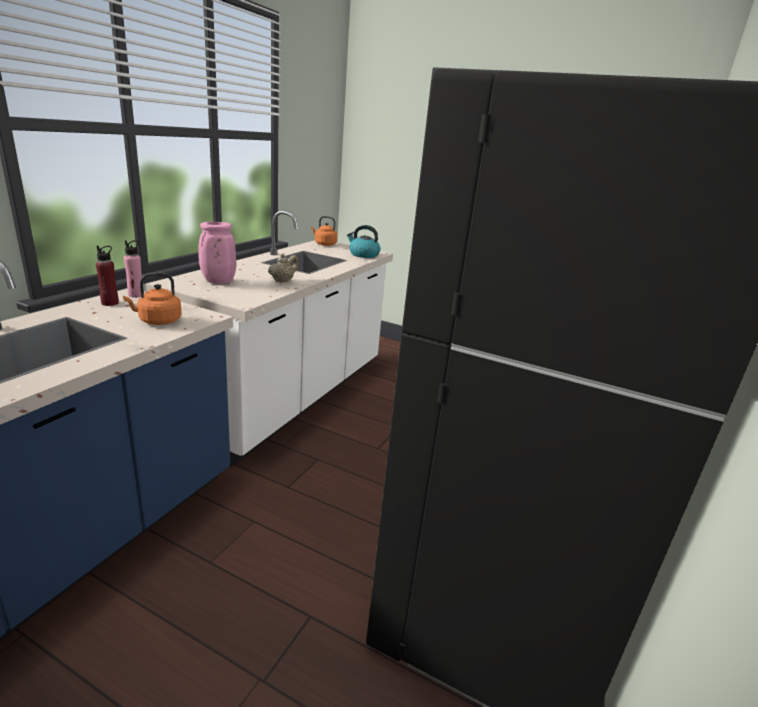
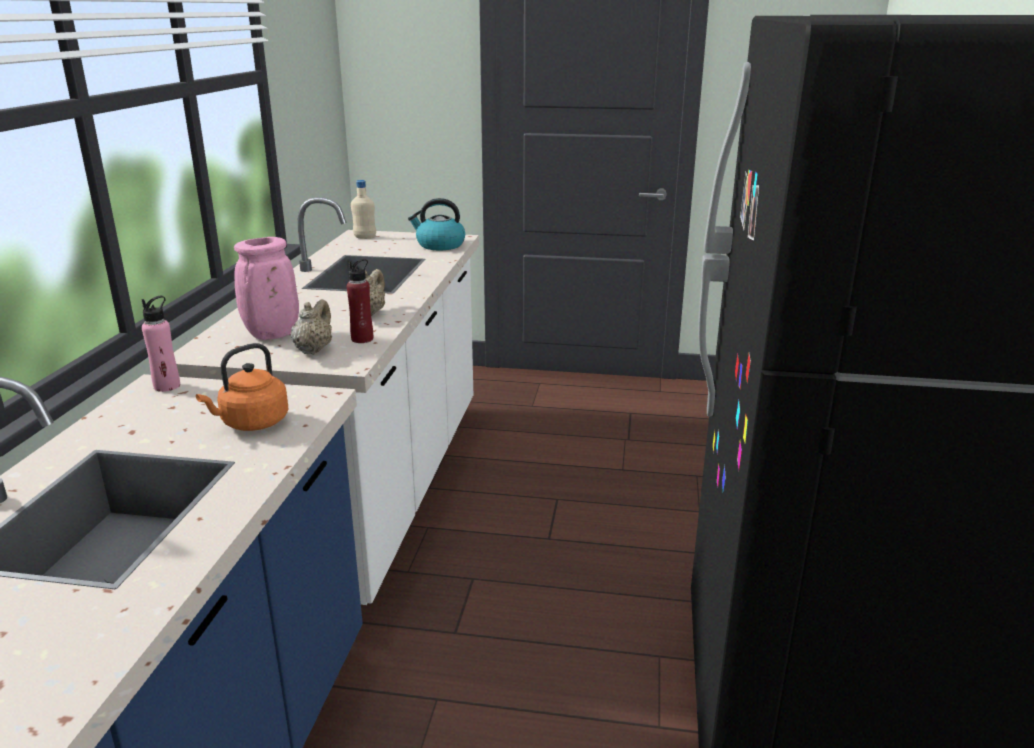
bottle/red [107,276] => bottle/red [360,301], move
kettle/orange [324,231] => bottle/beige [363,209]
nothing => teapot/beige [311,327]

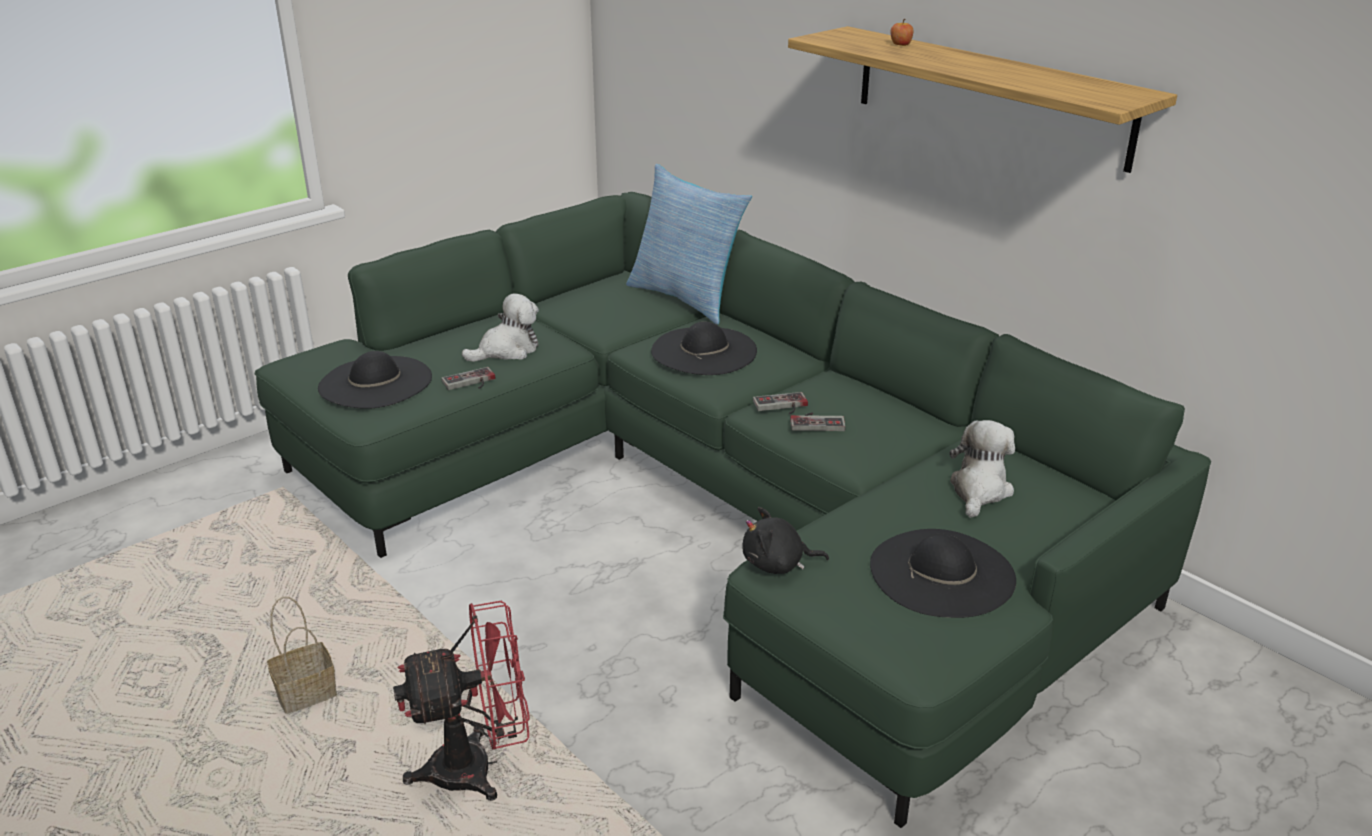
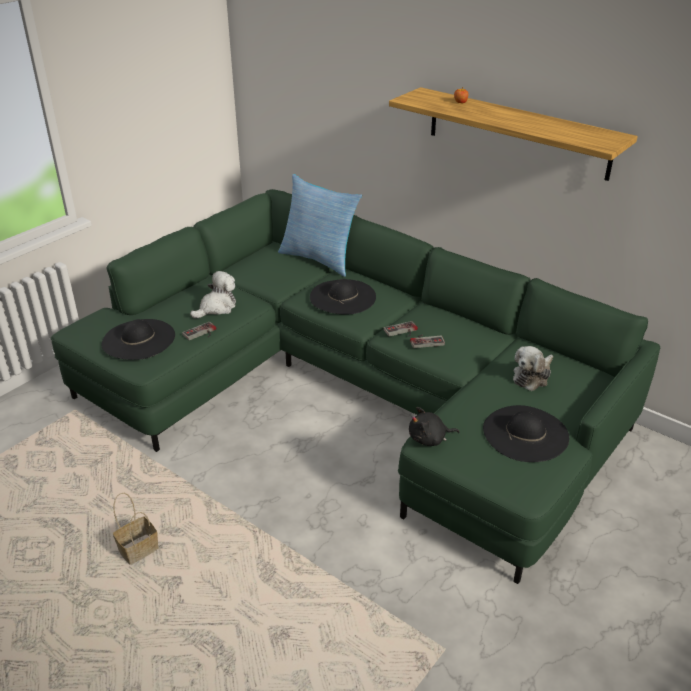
fan/red [461,701] => nothing
plush toy [982,469] => plush toy [533,368], 150 degrees counterclockwise

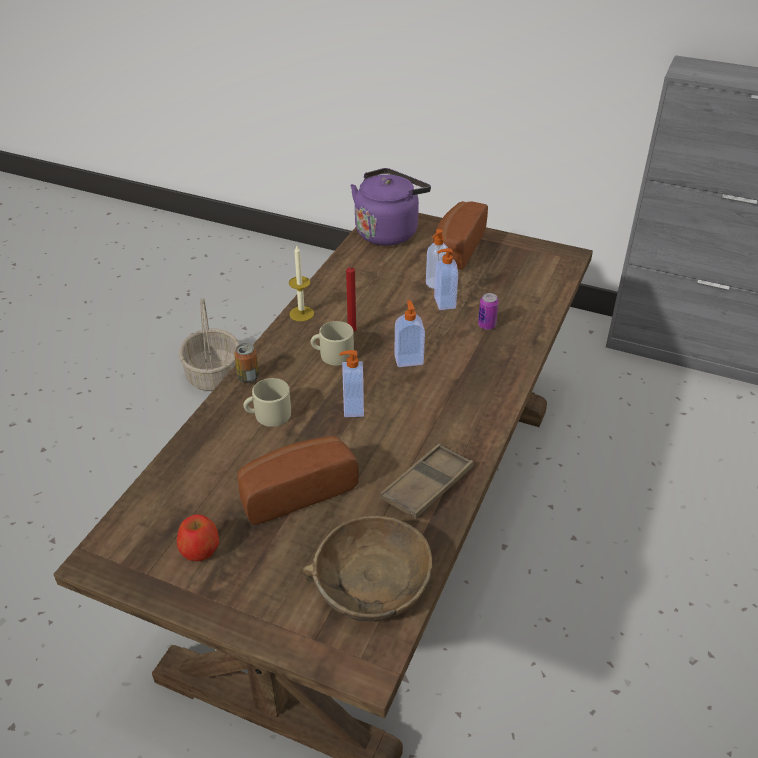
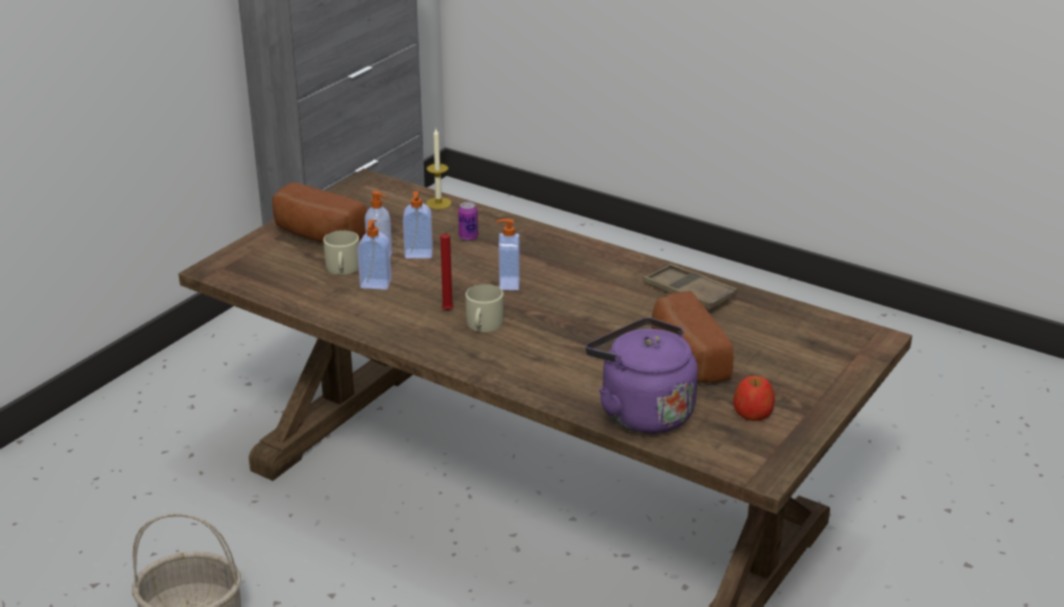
can [246,363] => nothing
mug/beige [267,402] => mug/beige [341,252], move
candle [301,283] => candle [438,169], move
bowl/brown [368,568] => nothing
soap dispenser [351,383] => soap dispenser [374,255], move
kettle/purple [391,207] => kettle/purple [642,376], move

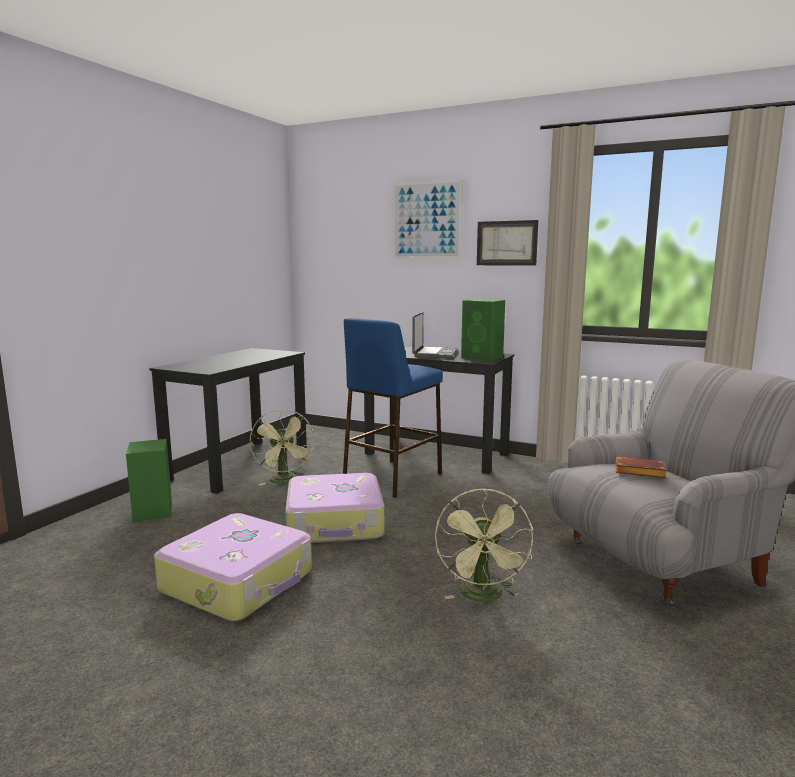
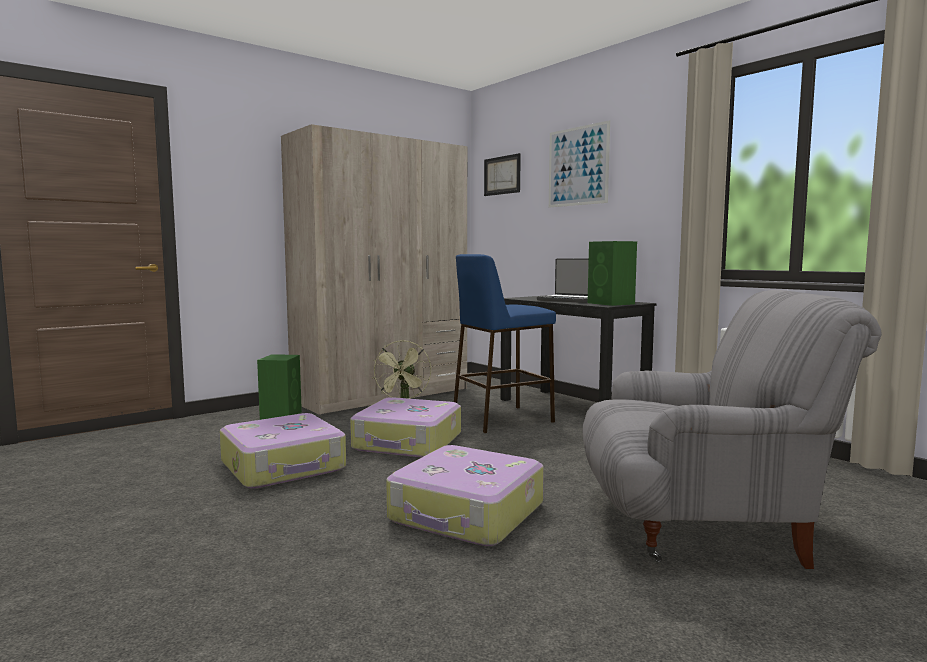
desk/black [228,421] => wardrobe/beige [374,269]
laptop [435,335] => laptop [563,280], 90 degrees clockwise
fan/green [484,545] => suitcase [465,495]
picture [507,243] => picture [502,174], move
book/brown [641,467] => nothing

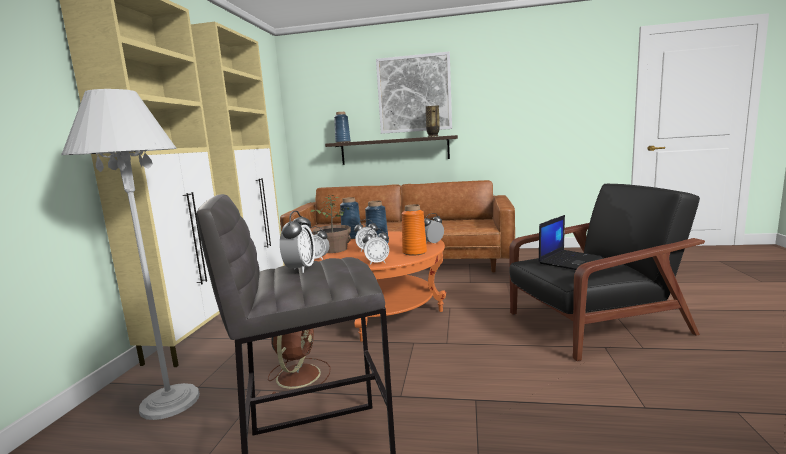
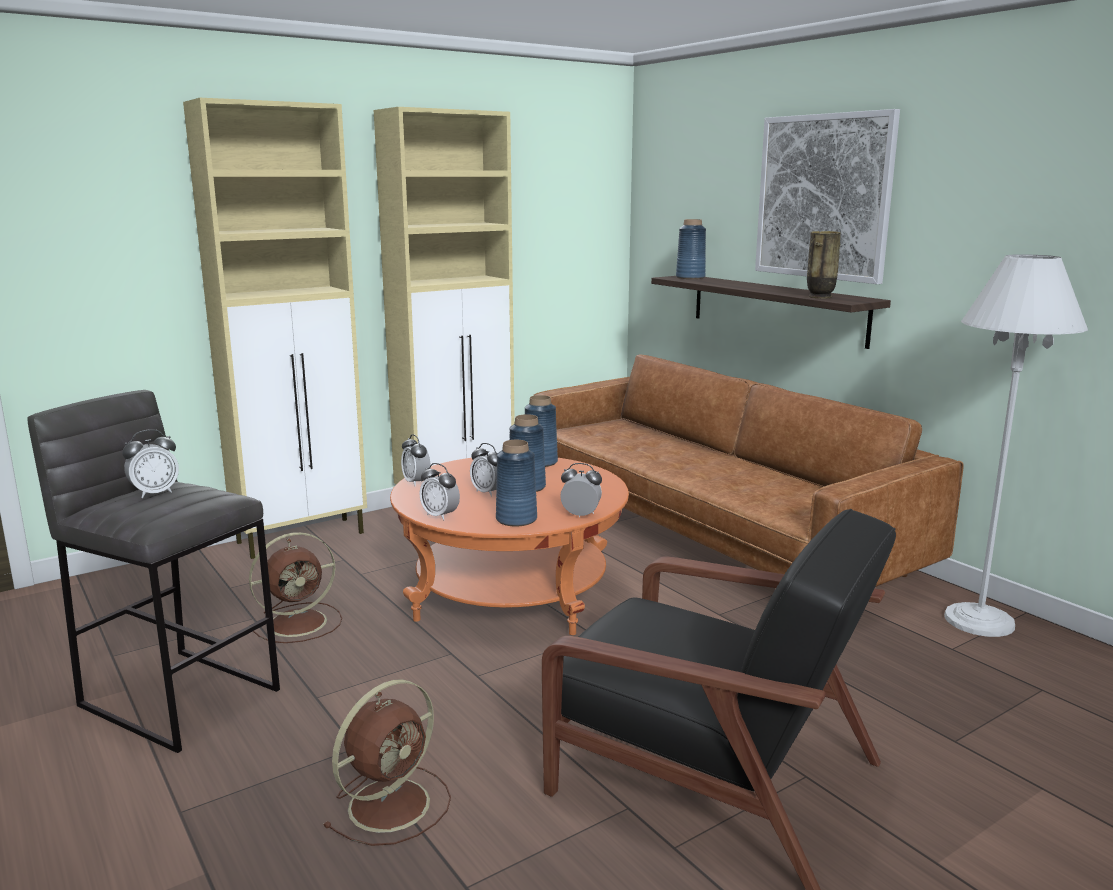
floor lamp/white [130,254] => floor lamp/white [1016,445], move
potted plant [331,224] => nothing
vase/orange [414,230] => vase/blue [516,483]
laptop [569,242] => nothing
nothing => fan/brown [387,762]

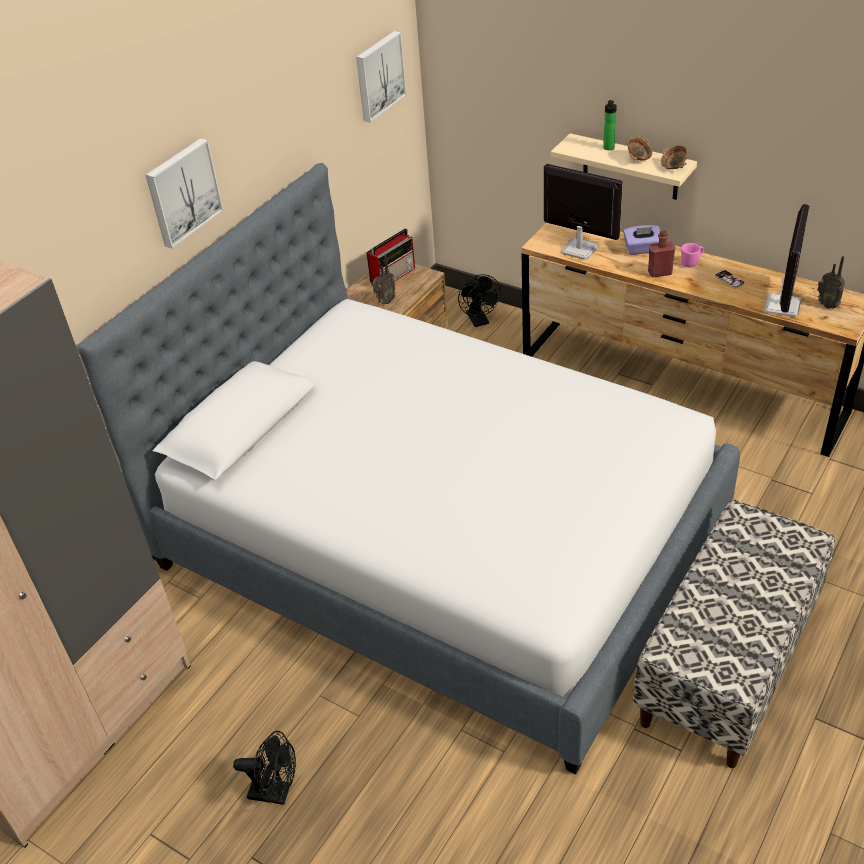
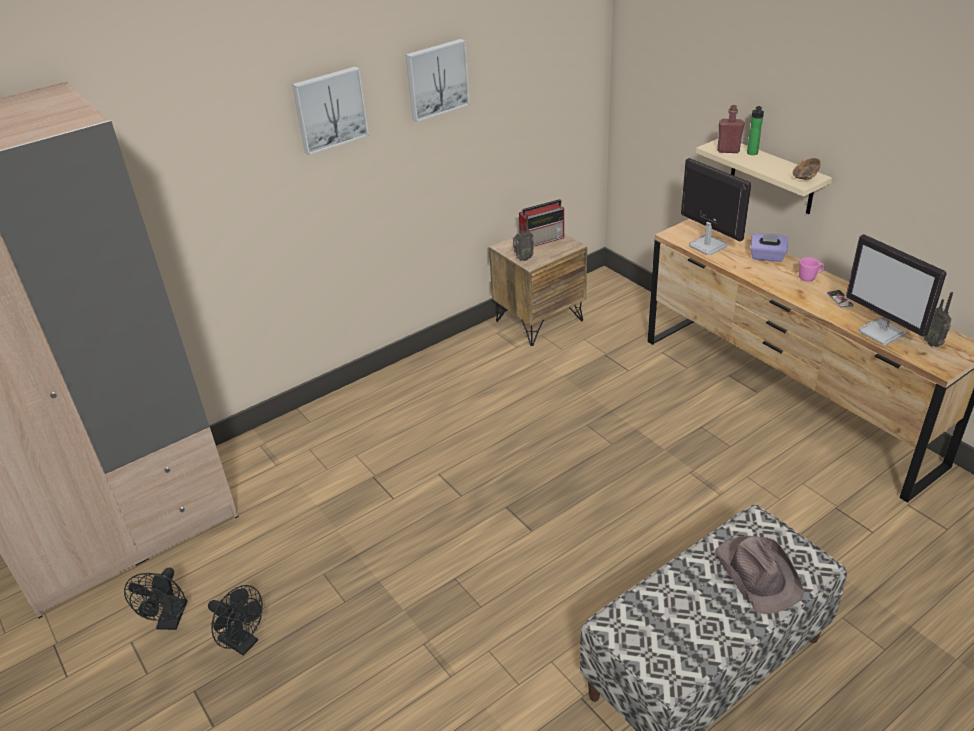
bed [409,468] => nothing
picture [381,76] => picture [437,80], move
fan/black [479,300] => fan/black [155,599], move
bowl [640,148] => nothing
bottle/red [662,253] => bottle/red [731,129], move
monitor [786,260] => monitor [896,289], 105 degrees clockwise
nothing => hat/brown [759,575]

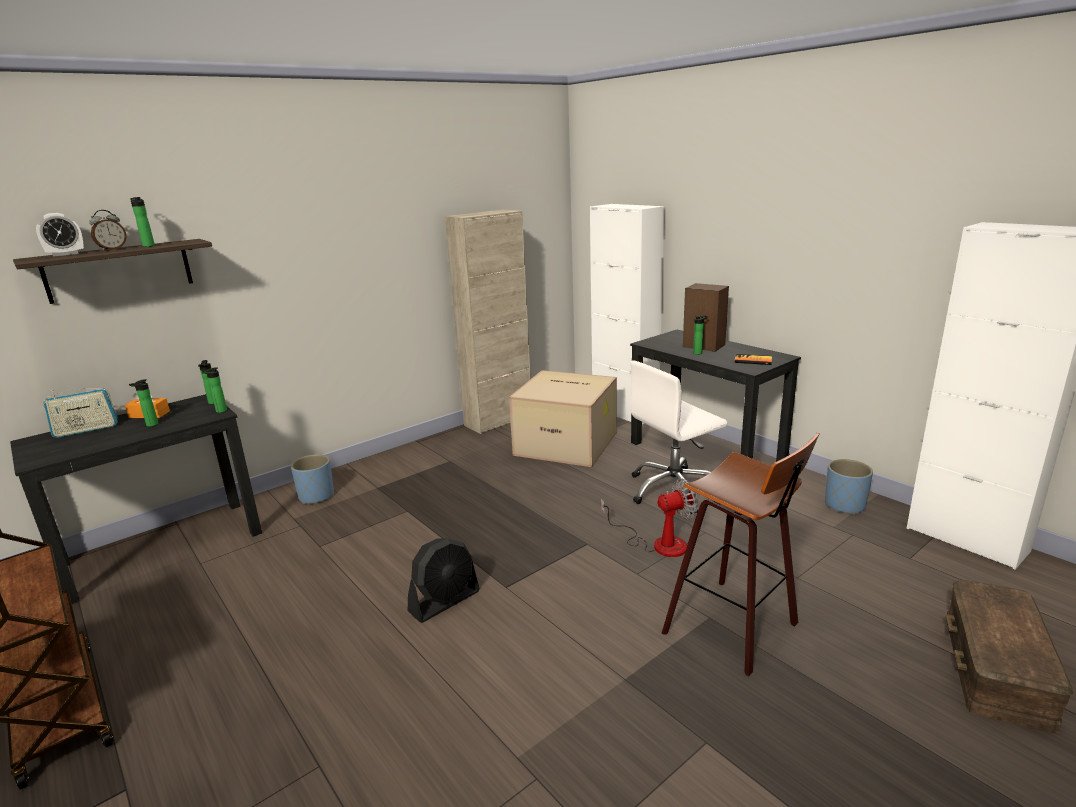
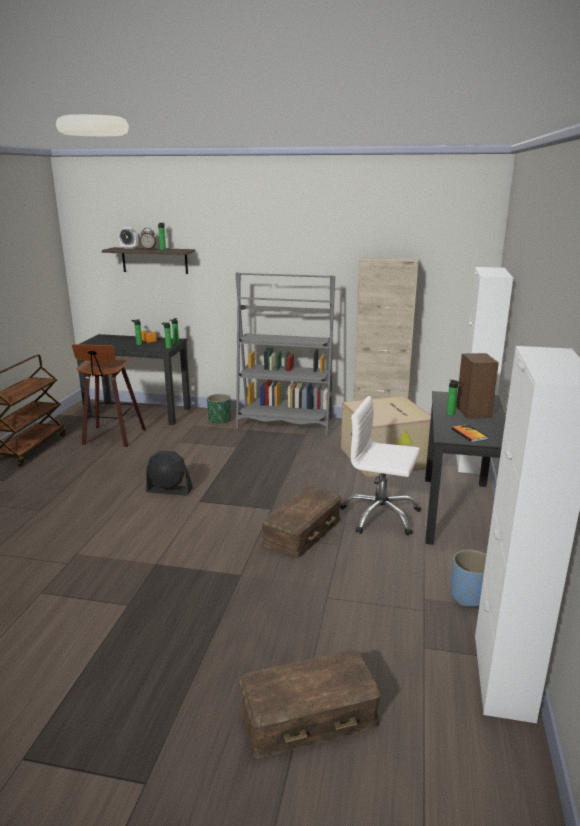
radio [81,413] => nothing
planter/blue [312,479] => planter/green [219,409]
fan [649,517] => storage box/brown [301,522]
stool [741,554] => stool [109,395], move
nothing => bookcase/grey [285,354]

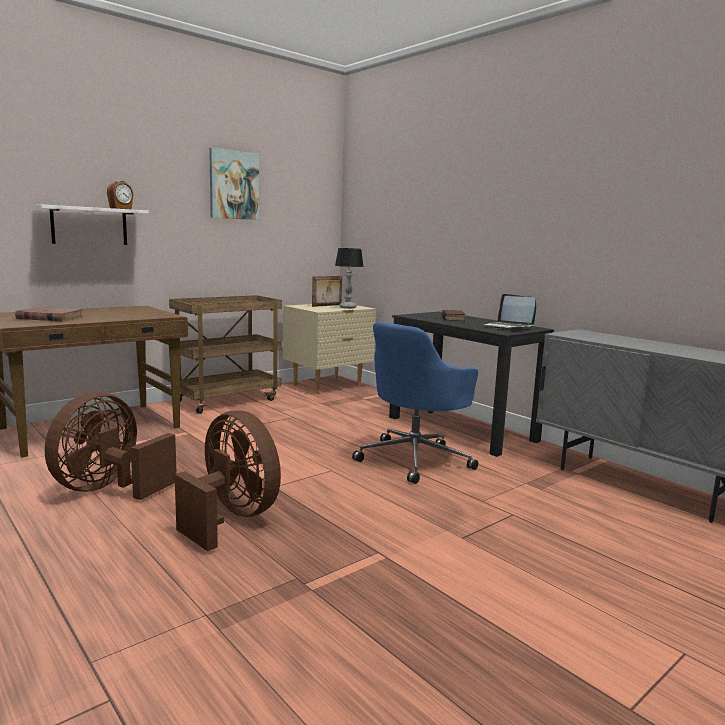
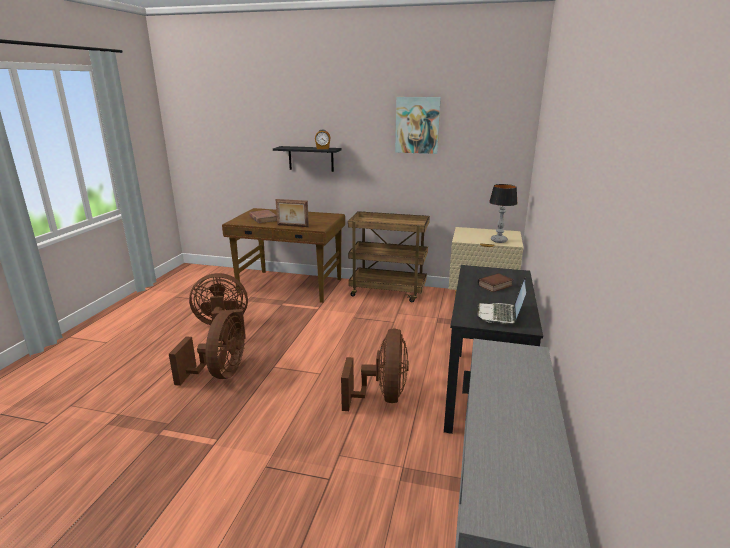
shelf/white [91,225] => shelf/black [307,159]
picture frame [327,291] => picture frame [292,213], move
office chair/blue [415,403] => fan/brown [375,370]

